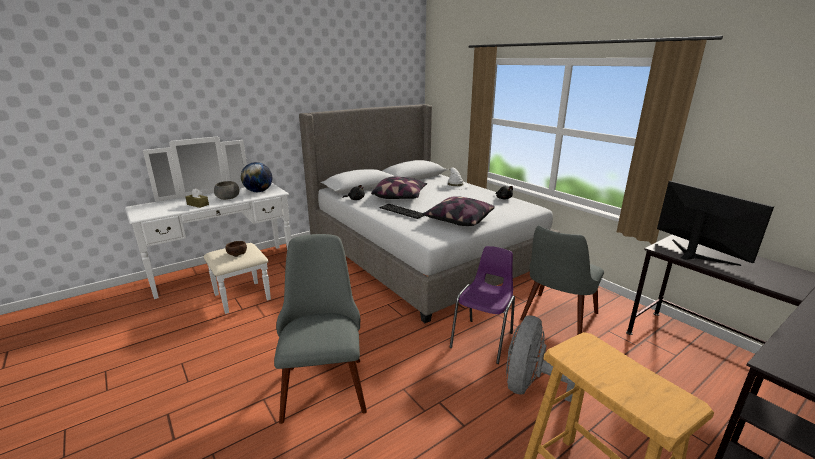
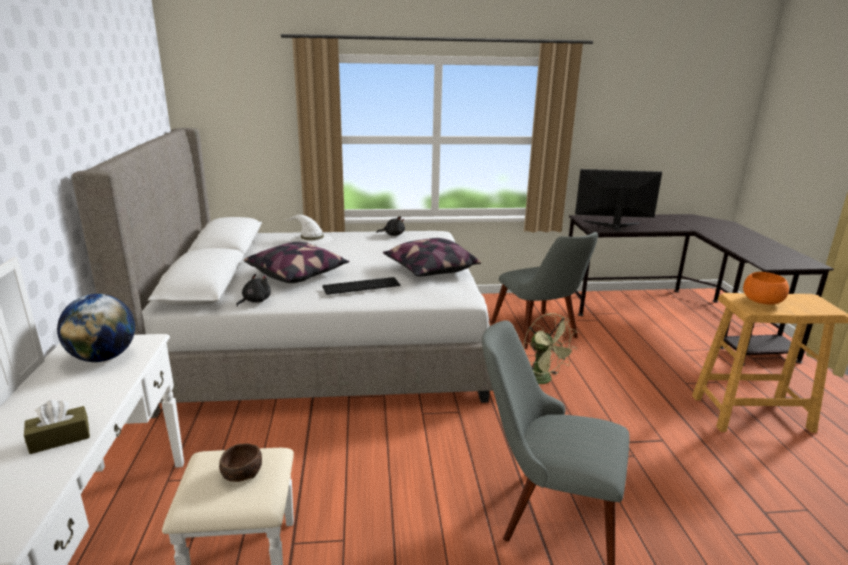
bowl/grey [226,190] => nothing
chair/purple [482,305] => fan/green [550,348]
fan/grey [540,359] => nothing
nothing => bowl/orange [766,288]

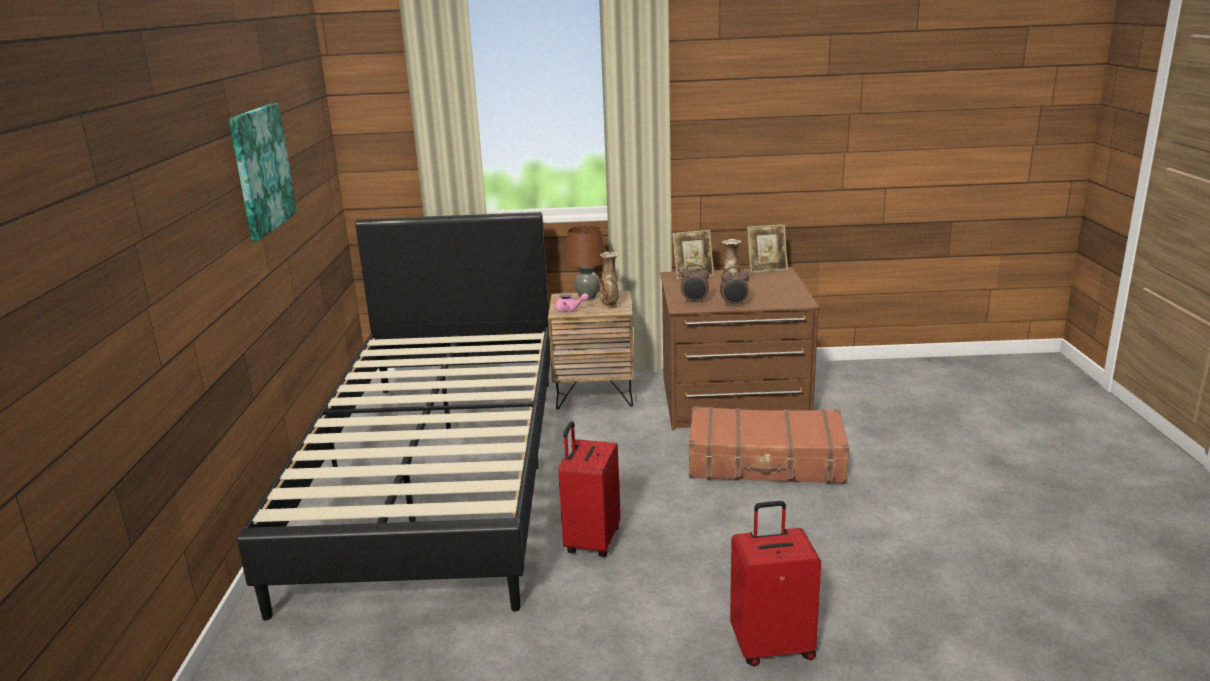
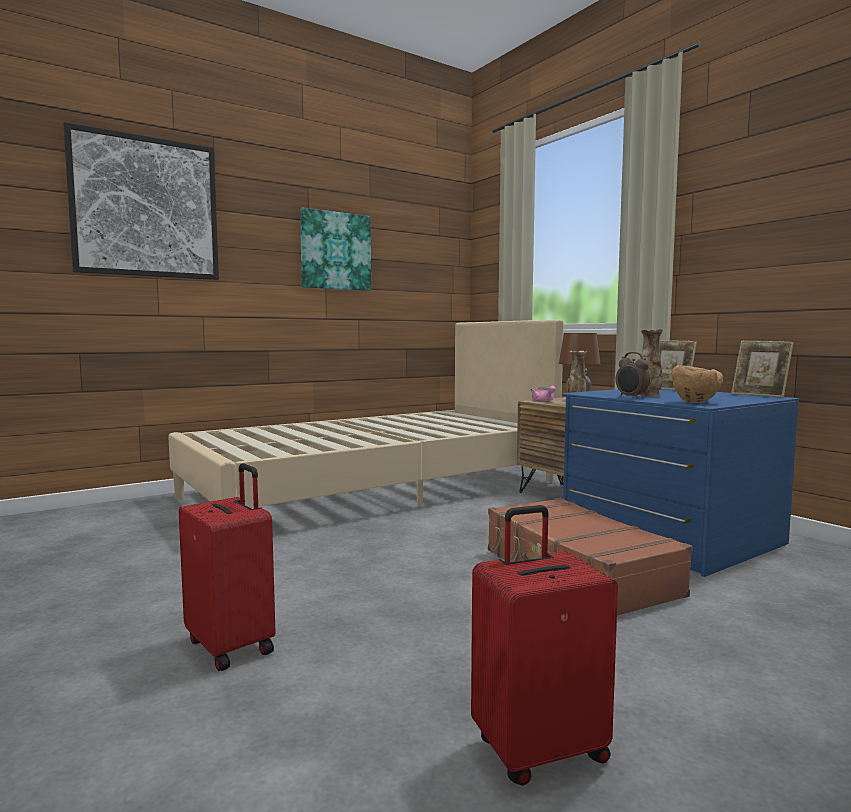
bed/black [393,416] => bed/beige [366,413]
suitcase/red [589,489] => suitcase/red [544,645], move
dresser/brown [740,348] => dresser/blue [680,483]
alarm clock [695,283] => nothing
nothing => picture [141,201]
nothing => bowl/brown [697,384]

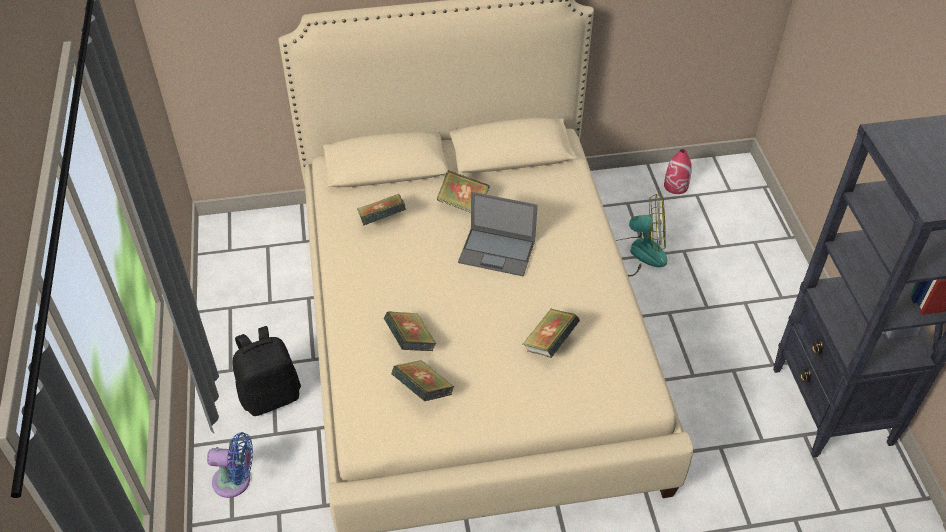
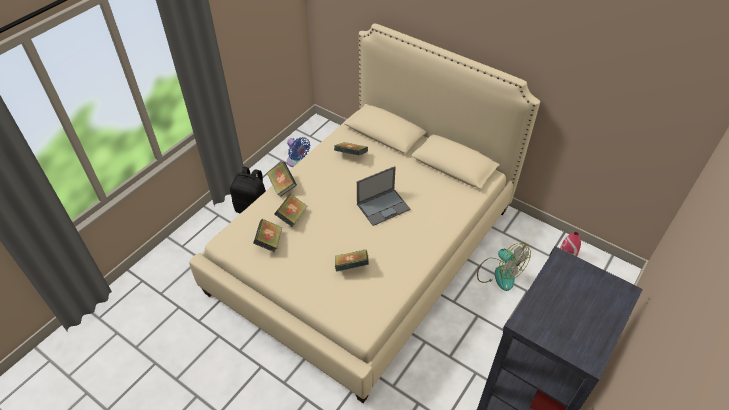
fan/blue [230,465] => fan/blue [298,152], move
book [463,191] => book [282,179], move
laptop [497,234] => laptop [384,196], 90 degrees counterclockwise

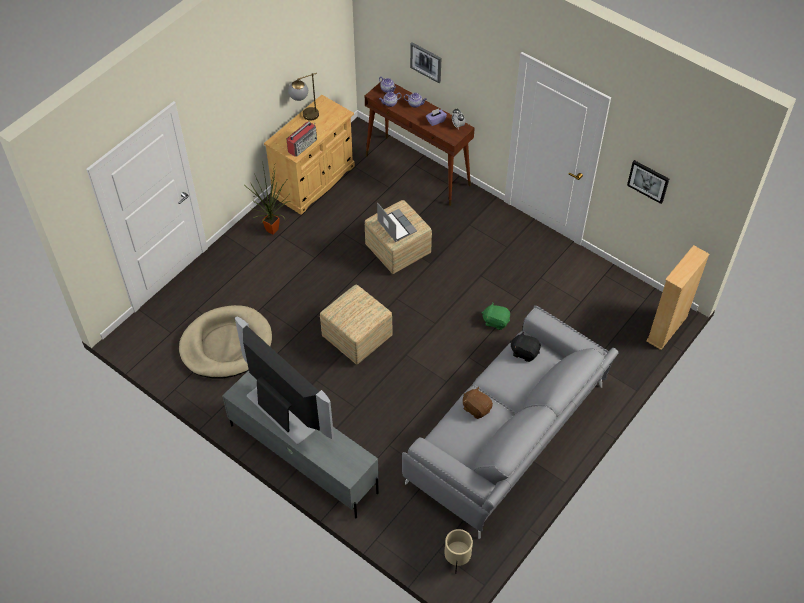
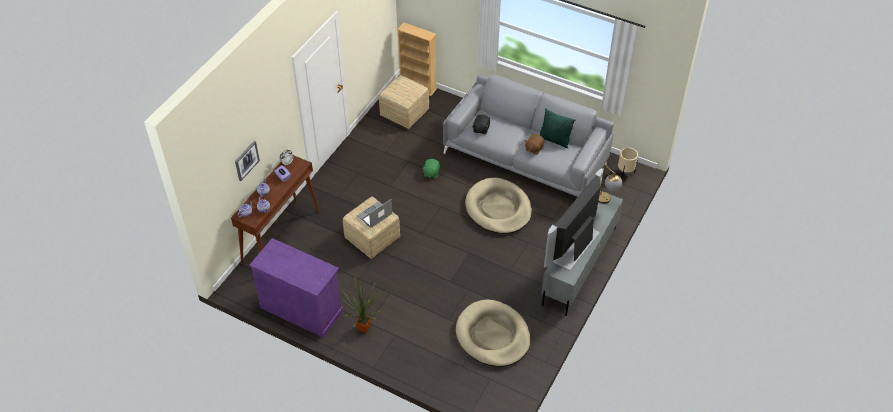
cabinet/beige [309,155] => cabinet/purple [296,288]
radio [302,139] => nothing
table lamp [303,97] => table lamp [610,183], move
ottoman [356,325] => ottoman [404,102], move
picture [648,182] => nothing
nothing => dog bed/beige [498,206]
nothing => pillow/green [557,128]

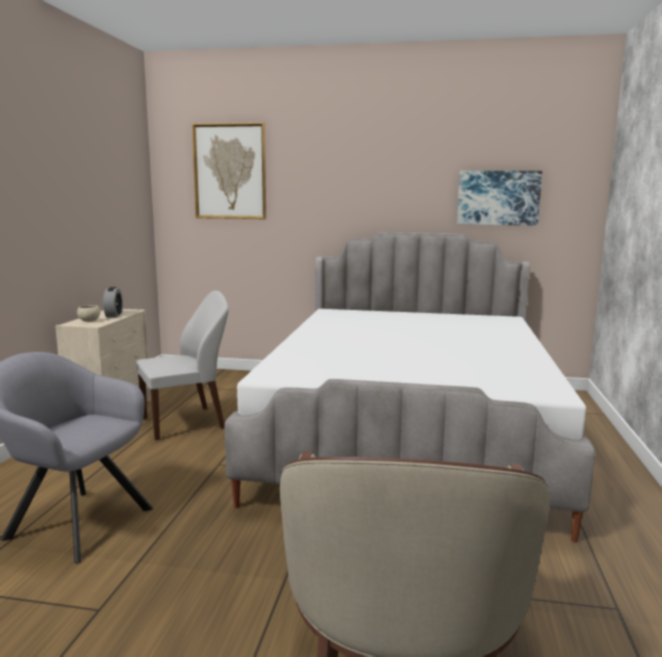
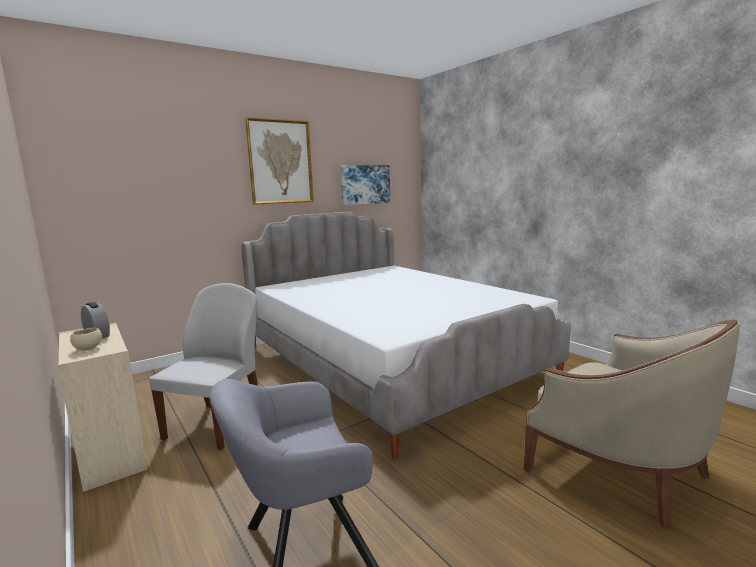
picture [229,171] => picture [279,161], move

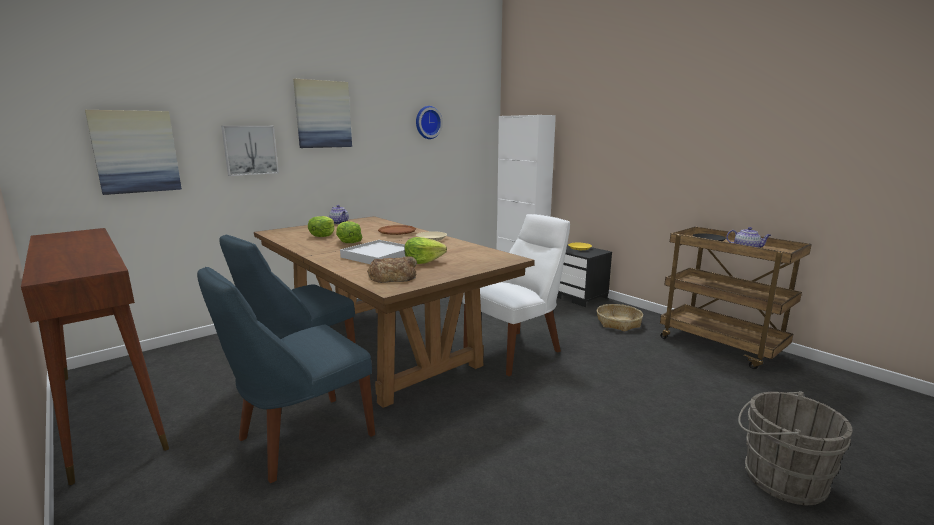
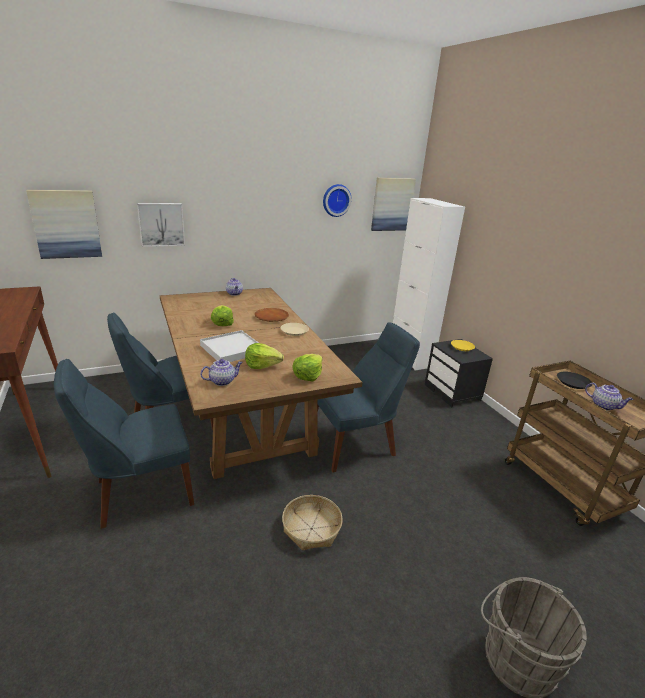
picture [322,113] => picture [393,204], move
lettuce [321,226] => lettuce [307,368], move
bread [392,270] => teapot [221,372]
chair/white [516,295] => chair/blue [368,397]
basket [620,317] => basket [312,523], move

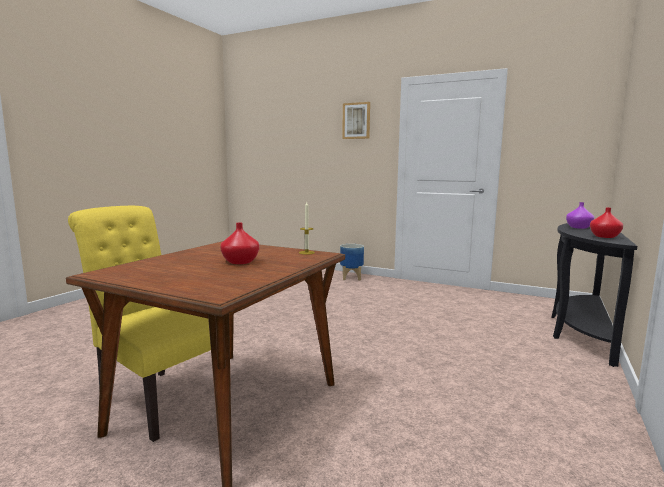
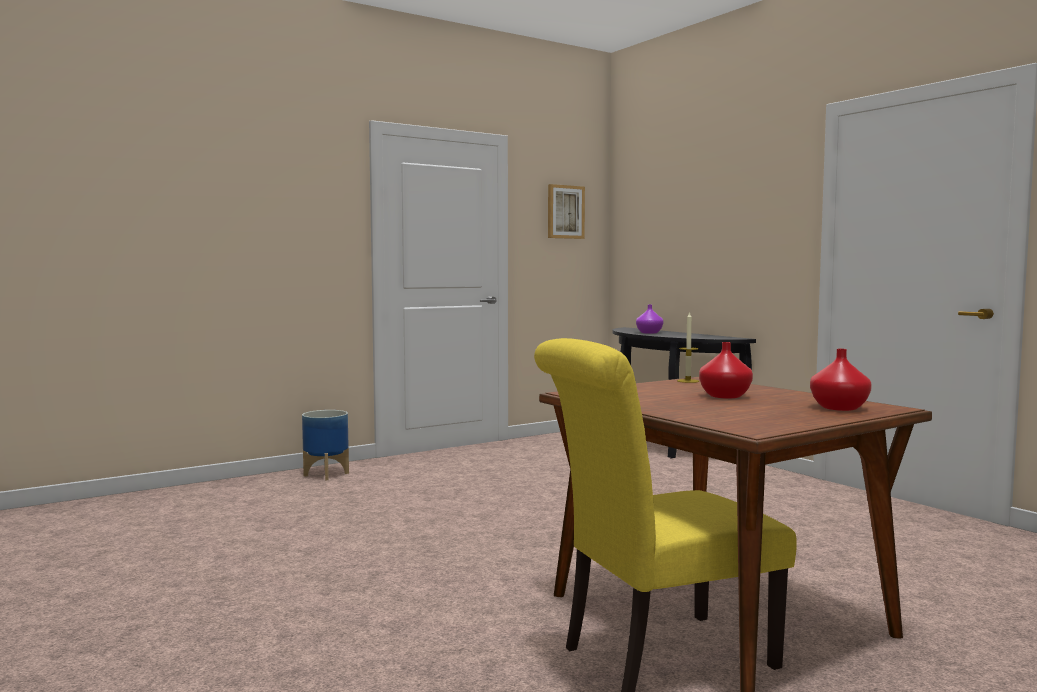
picture [356,120] => picture [566,211], move
vase/red [606,223] => vase/red [841,380], move

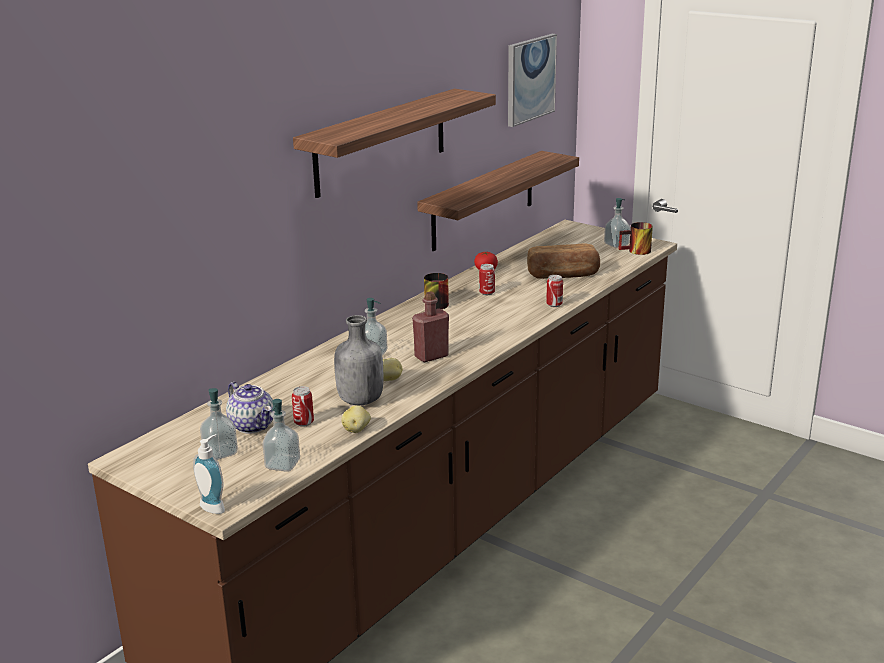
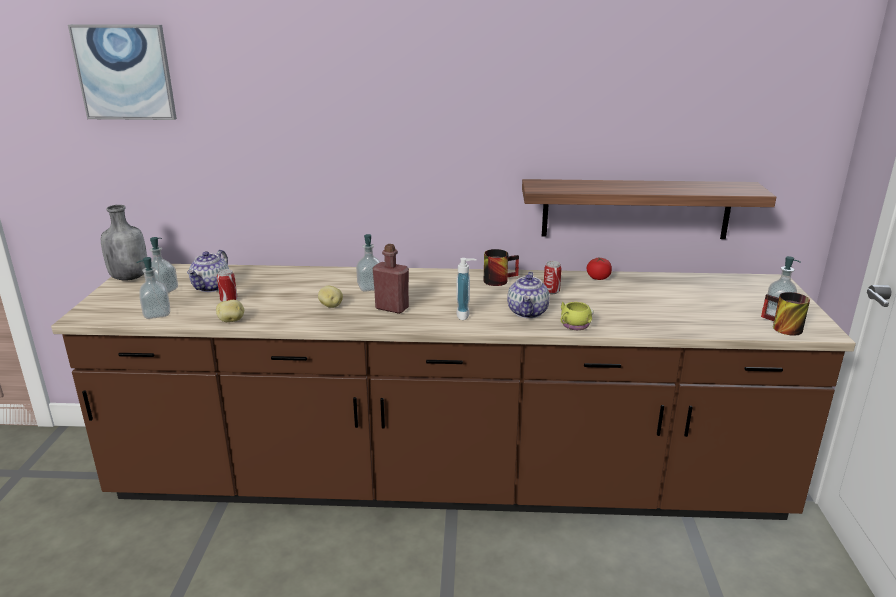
soap dispenser [209,474] => soap dispenser [466,289], move
shelf [394,143] => nothing
bottle/grey [358,360] => bottle/grey [124,243], move
picture [532,80] => picture [122,72], move
bread [563,261] => nothing
can [554,291] => mug/yellow [577,316]
nothing => teapot [528,295]

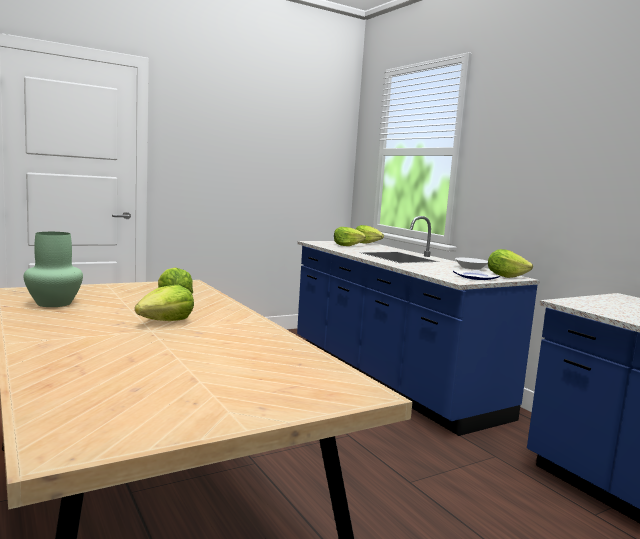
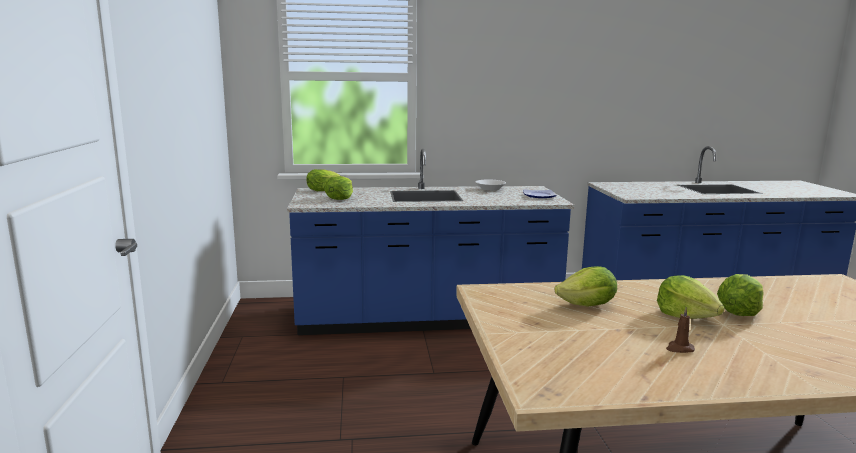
vase/green [53,269] => nothing
lettuce [510,263] => lettuce [740,295], move
nothing => candle/brown [680,330]

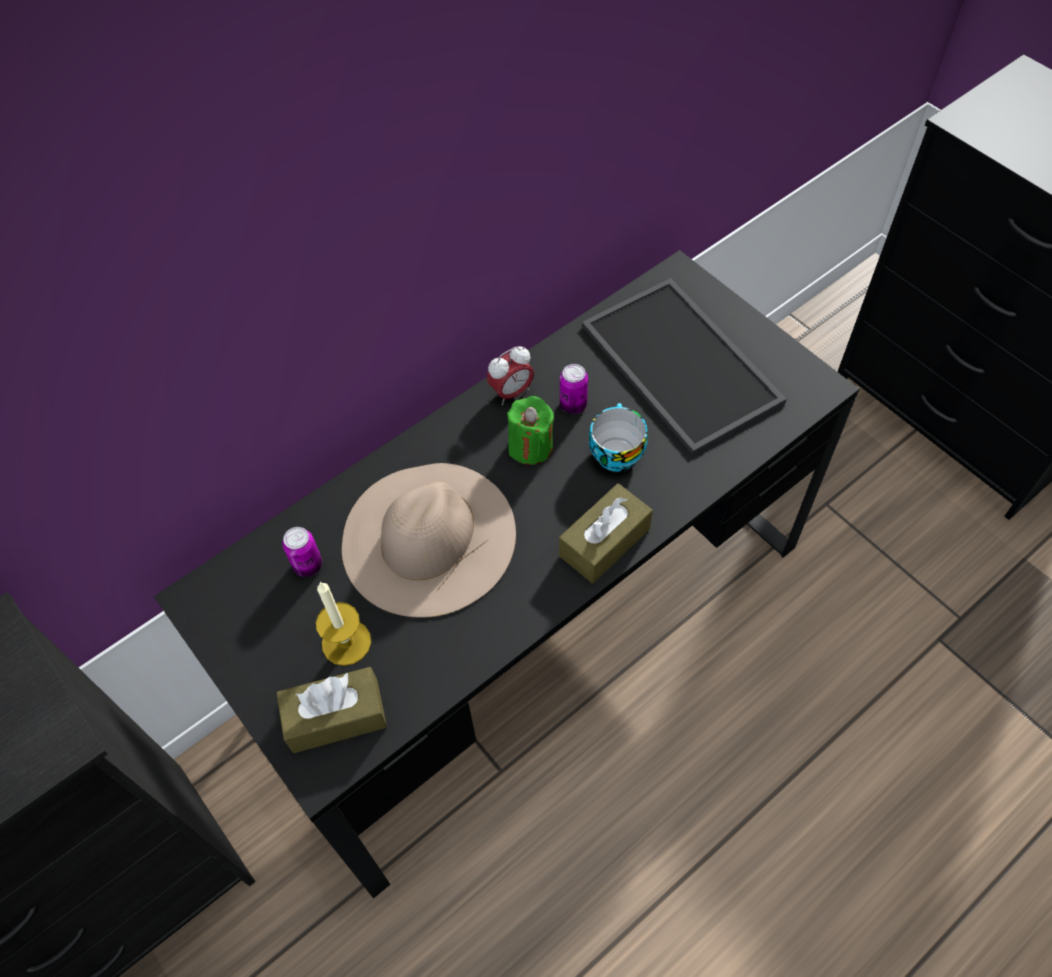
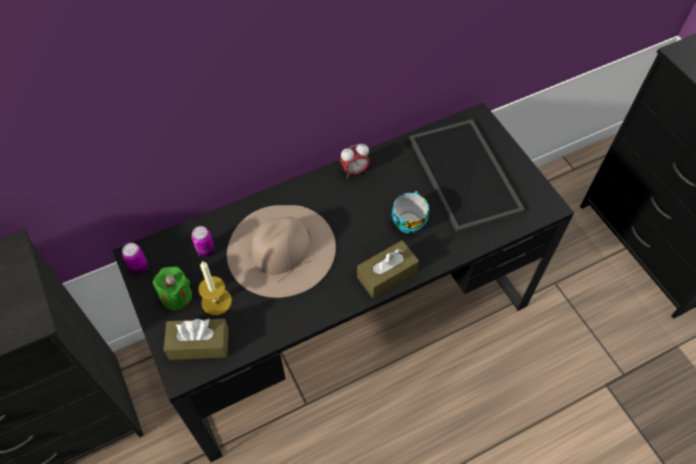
candle/green [530,430] => candle/green [172,288], move
can [574,389] => can [135,258], move

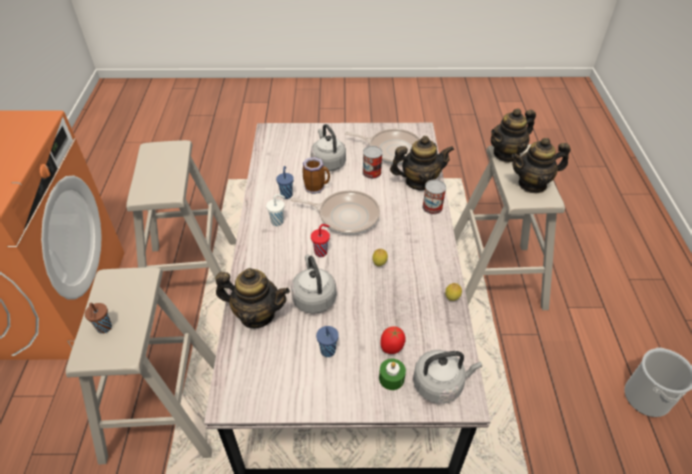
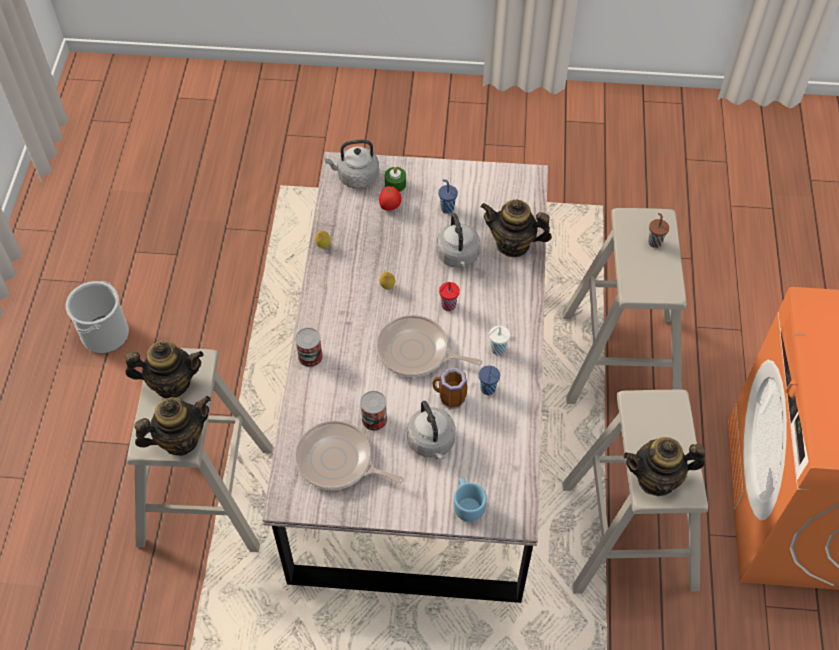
teapot [422,163] => teapot [664,466], move
nothing => mug/blue [470,500]

